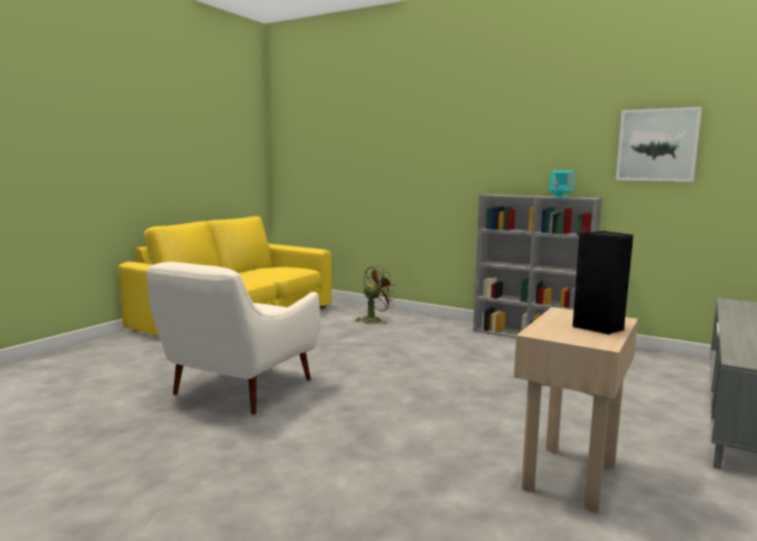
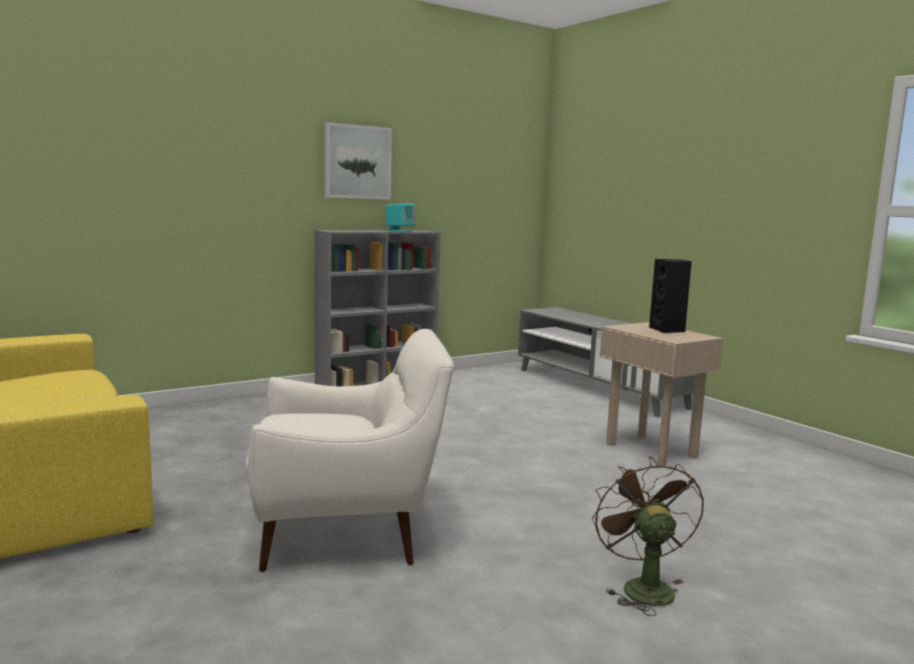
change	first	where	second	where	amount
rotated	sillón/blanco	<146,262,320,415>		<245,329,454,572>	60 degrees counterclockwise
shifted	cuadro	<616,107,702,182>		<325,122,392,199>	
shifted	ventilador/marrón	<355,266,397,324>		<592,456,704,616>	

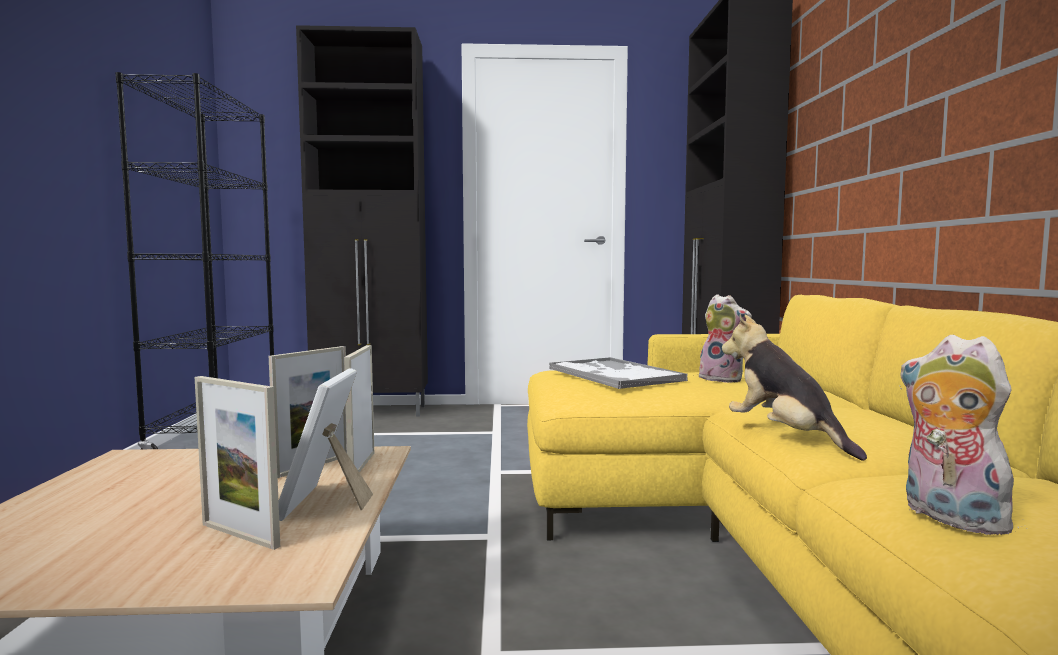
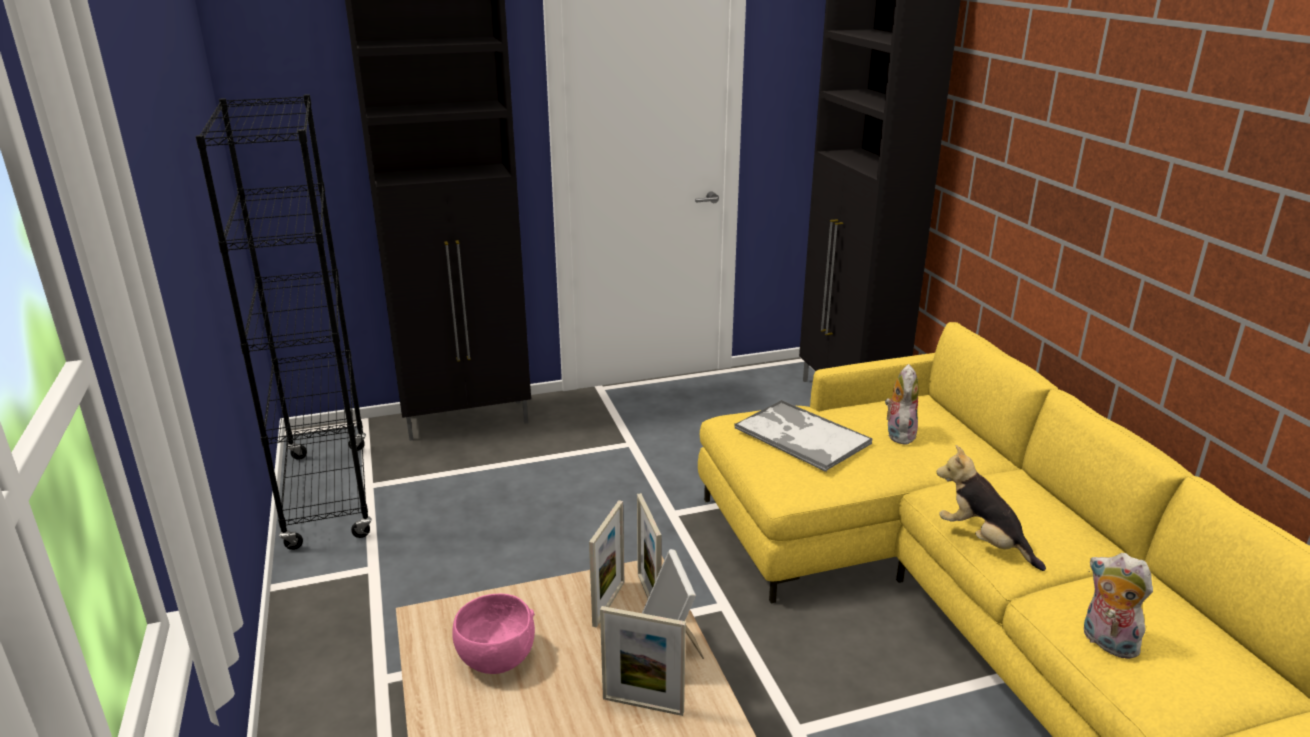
change	first	where	second	where	amount
new			cuenco/rosa	<452,594,535,674>	
rotated	peluche	<695,294,752,383>		<885,364,919,445>	105 degrees counterclockwise

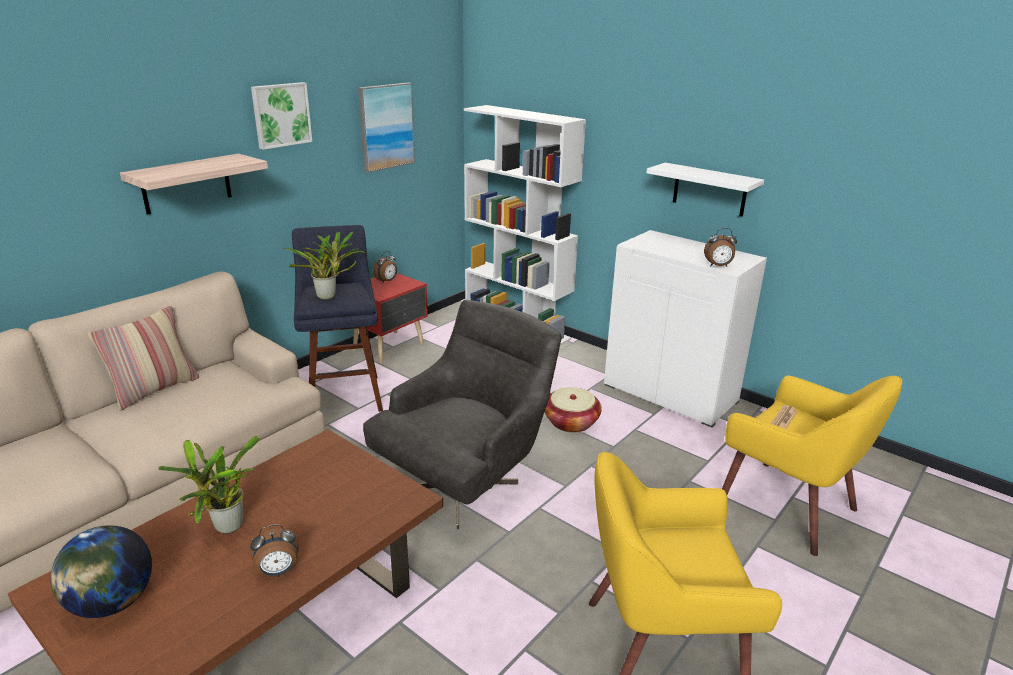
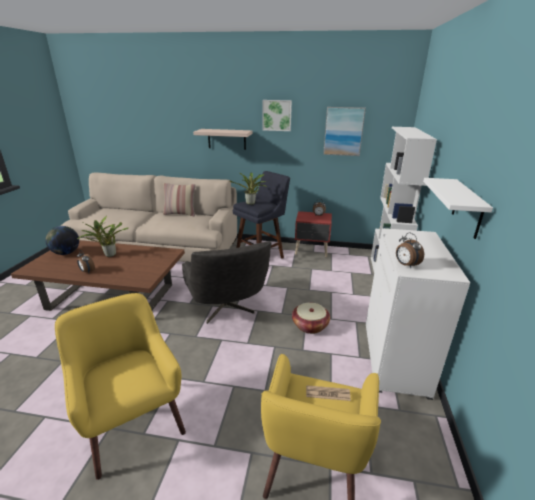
change	first	where	second	where	amount
rotated	sillón/gris	<363,300,561,529>		<182,241,272,324>	60 degrees clockwise

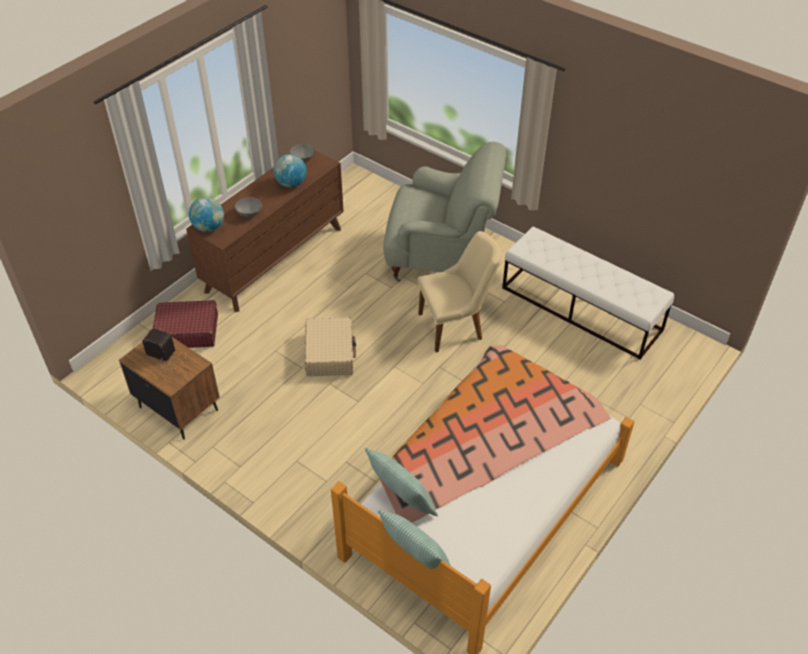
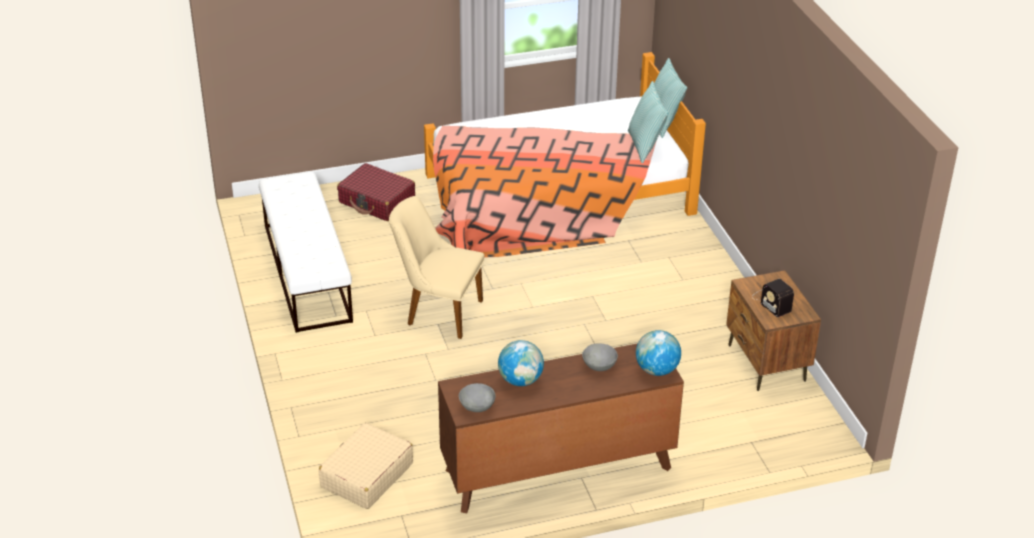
change	first	where	second	where	amount
shifted	maleta/beis	<304,317,356,377>		<319,423,413,509>	
shifted	maleta/rojo	<153,300,218,348>		<337,163,415,221>	
gone	sillón/gris	<383,142,506,282>			

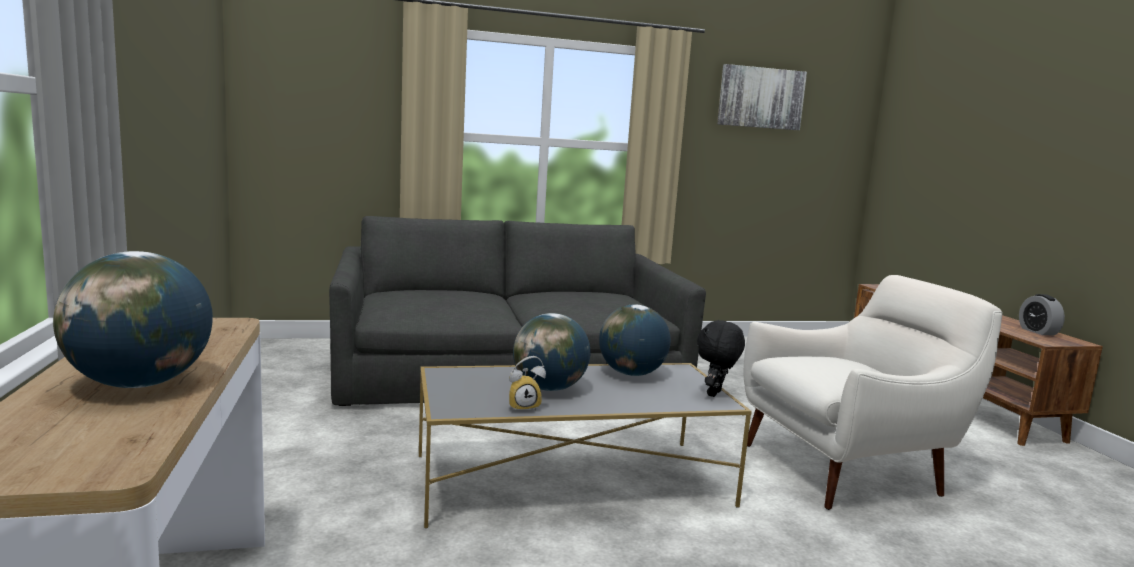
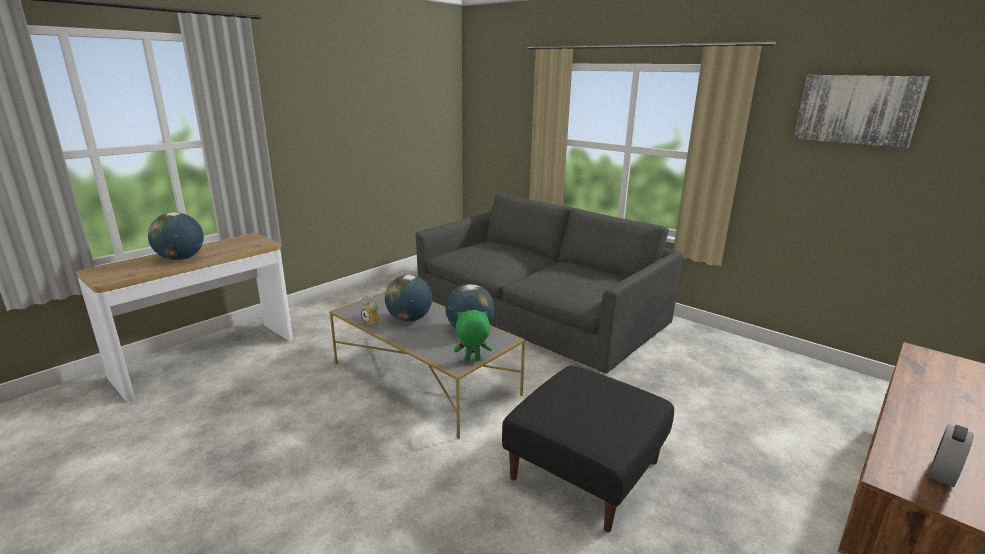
change	first	where	second	where	amount
repainted	peluche/negro	<697,320,745,397>	peluche/verde	<454,310,492,361>	
swapped	sillón/blanco	<744,275,1003,510>	puf/negro	<502,366,674,532>	

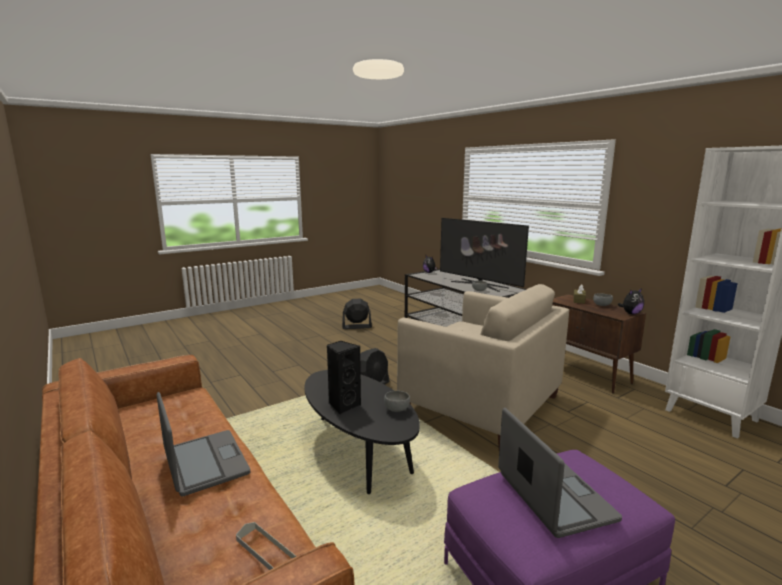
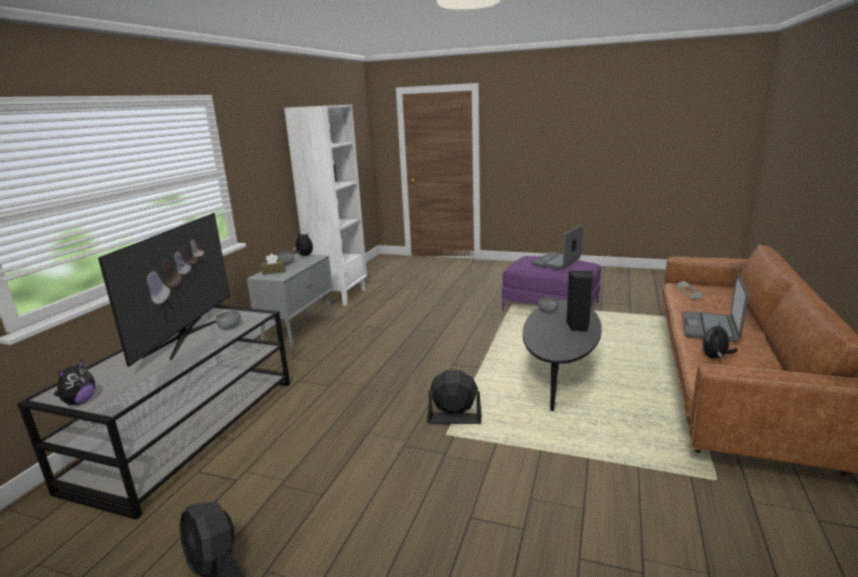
change	first	where	second	where	amount
repainted	armario/marrón	<552,294,646,394>	armario/gris	<247,254,334,354>	
new			peluche	<702,321,738,359>	
gone	sillón/beis	<397,284,569,449>			

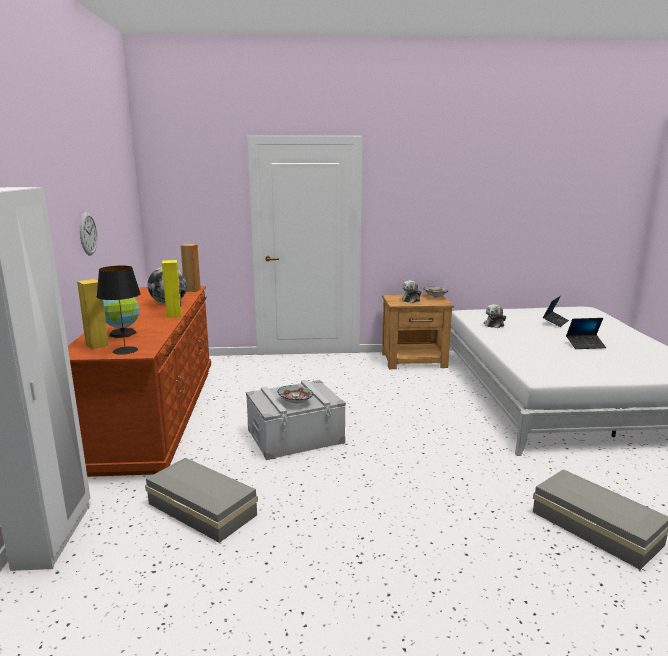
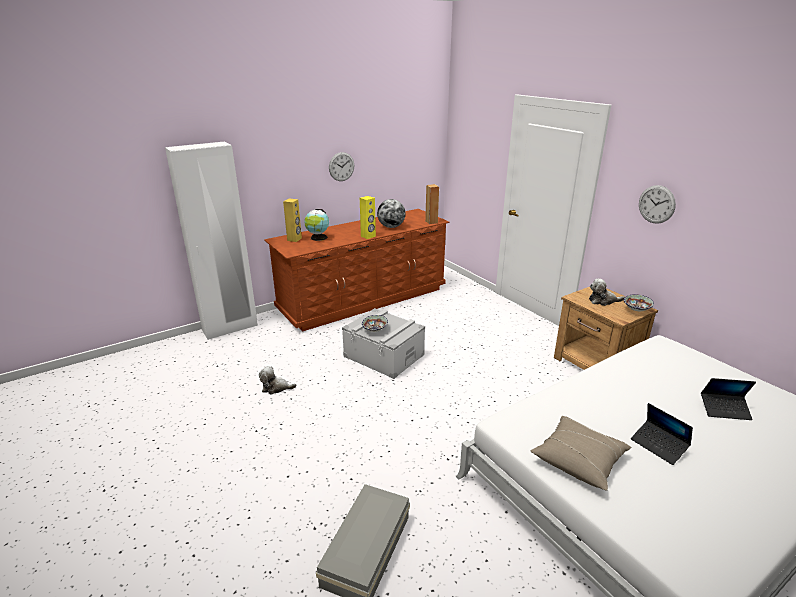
change	first	where	second	where	amount
shifted	peluche	<484,304,506,328>		<259,366,296,395>	
new			cojín/beis	<531,416,631,491>	
new			reloj de pared	<639,185,676,224>	
gone	lámpara de mesa/negro	<97,266,141,355>			
gone	caja de almacenaje/gris	<145,458,258,543>			

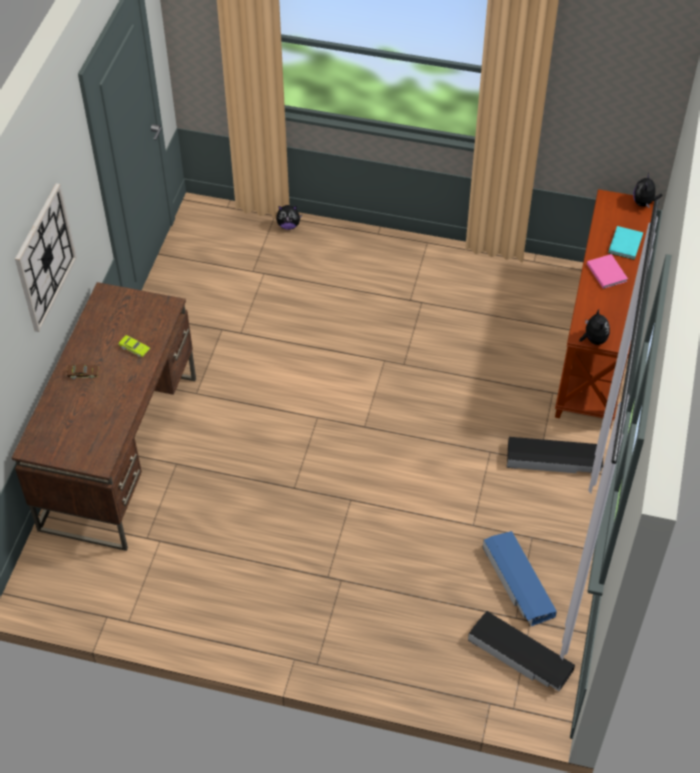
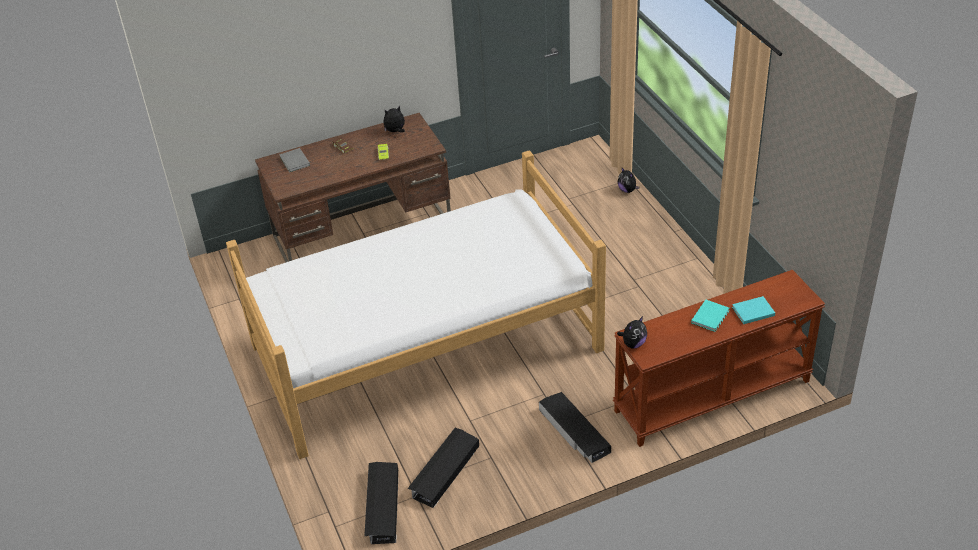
change	first	where	second	where	amount
new			cama	<226,150,606,459>	
new			libro/gris	<279,148,310,173>	
shifted	peluche	<633,173,662,209>		<384,106,405,132>	
repainted	caja de almacenaje/azul	<482,531,557,626>	caja de almacenaje/negro	<407,428,479,508>	
repainted	libro/rosa	<587,254,628,289>	libro/turquesa	<691,300,729,332>	
gone	reloj de pared	<15,183,77,332>			

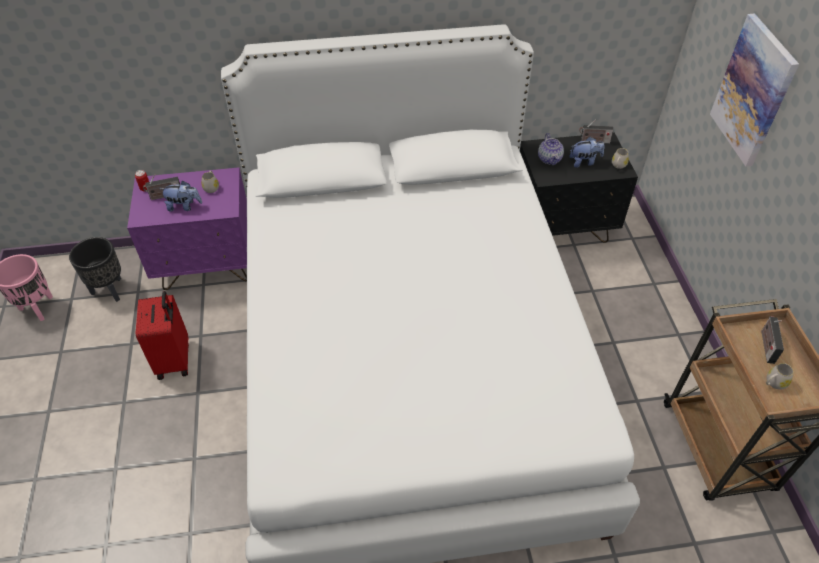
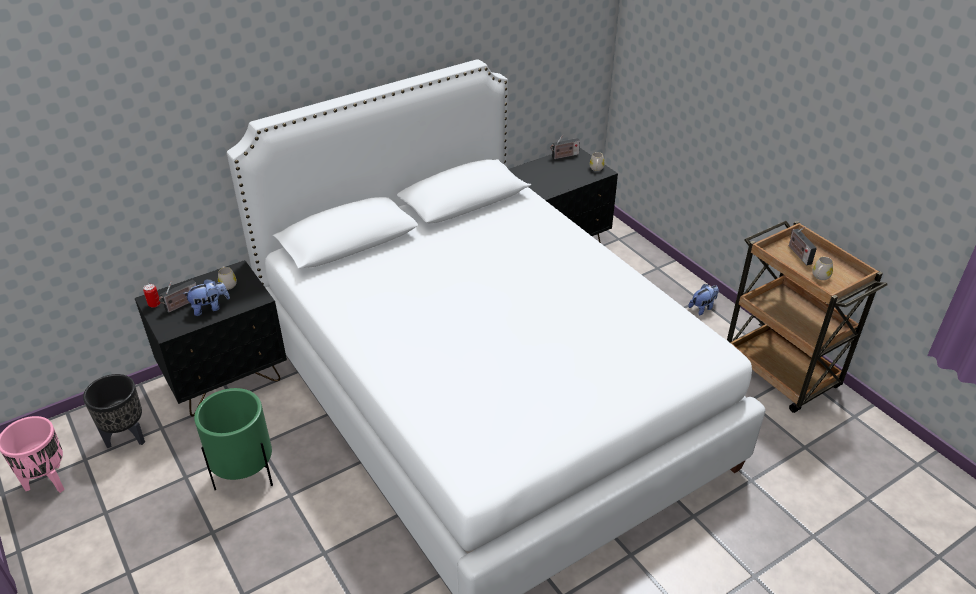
change	first	where	second	where	amount
repainted	mesita de noche/morado	<127,167,247,290>	mesita de noche/negro	<135,260,287,416>	
swapped	maleta/rojo	<136,291,189,380>	maceta/verde	<194,388,273,490>	
shifted	peluche	<569,137,605,168>		<688,284,719,315>	
gone	tetera	<538,133,564,165>			
gone	cuadro	<710,13,799,166>			

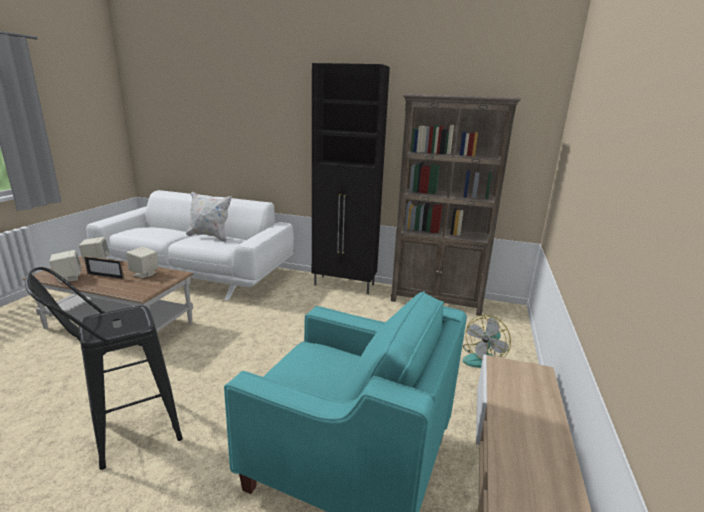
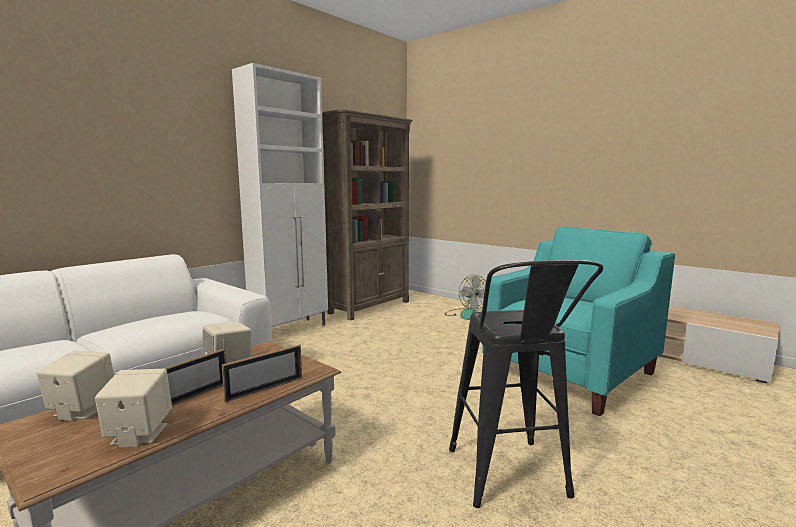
change	first	where	second	where	amount
new			portarretratos	<222,345,302,403>	
repainted	armario/negro	<312,63,390,294>	armario/blanco	<232,63,328,326>	
gone	cojín/blanco	<186,192,232,242>			

